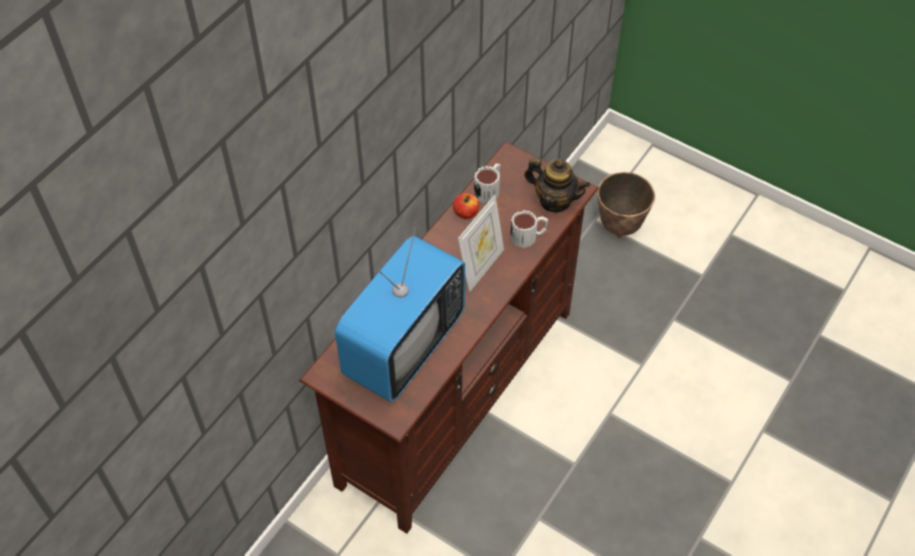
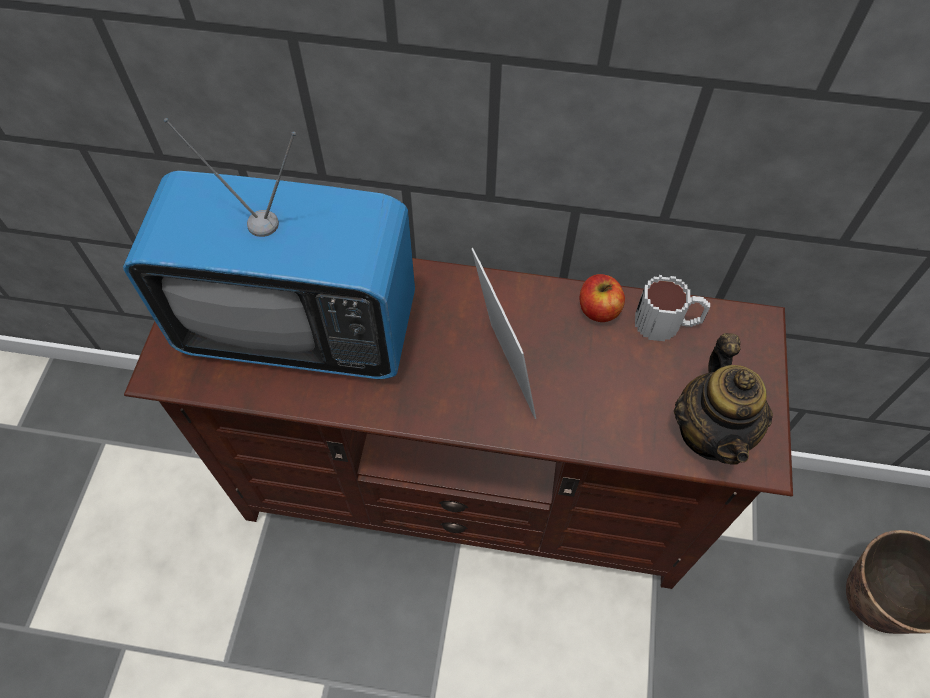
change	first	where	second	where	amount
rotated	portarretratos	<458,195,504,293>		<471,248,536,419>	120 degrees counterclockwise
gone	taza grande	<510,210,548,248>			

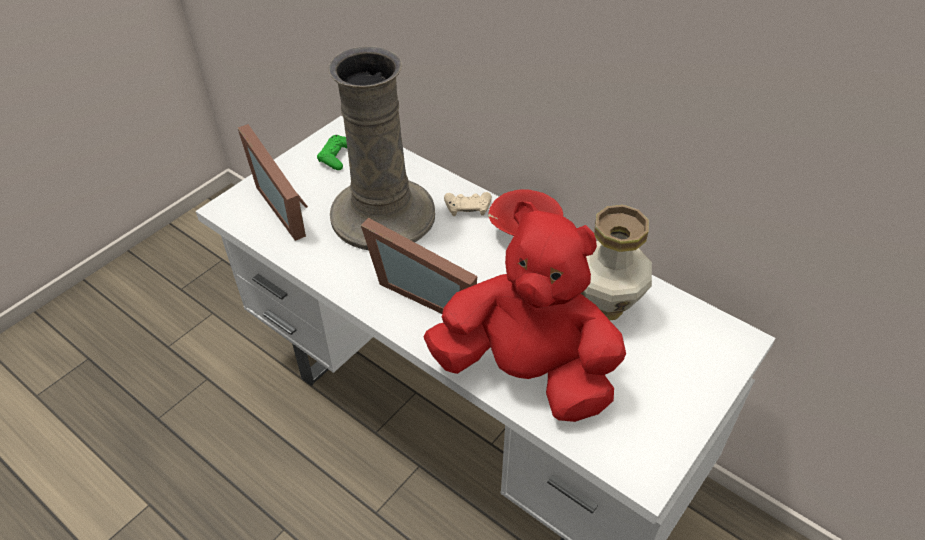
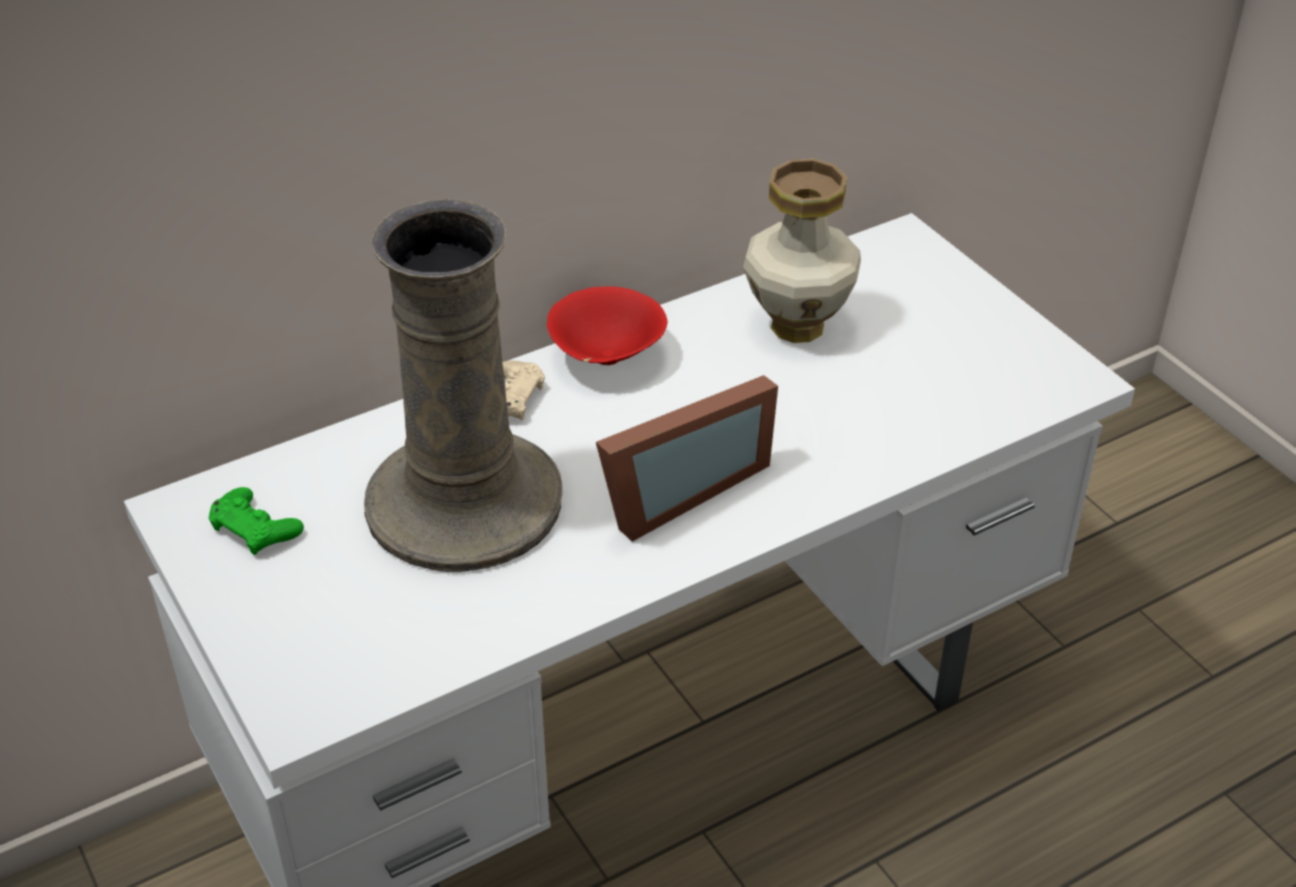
change	first	where	second	where	amount
gone	portarretratos	<238,124,308,241>			
gone	peluche/rojo	<423,202,626,422>			

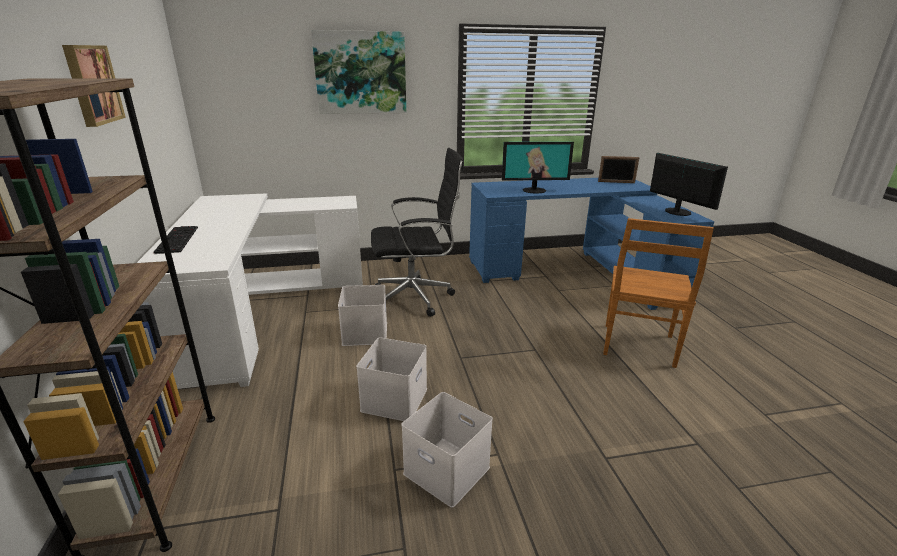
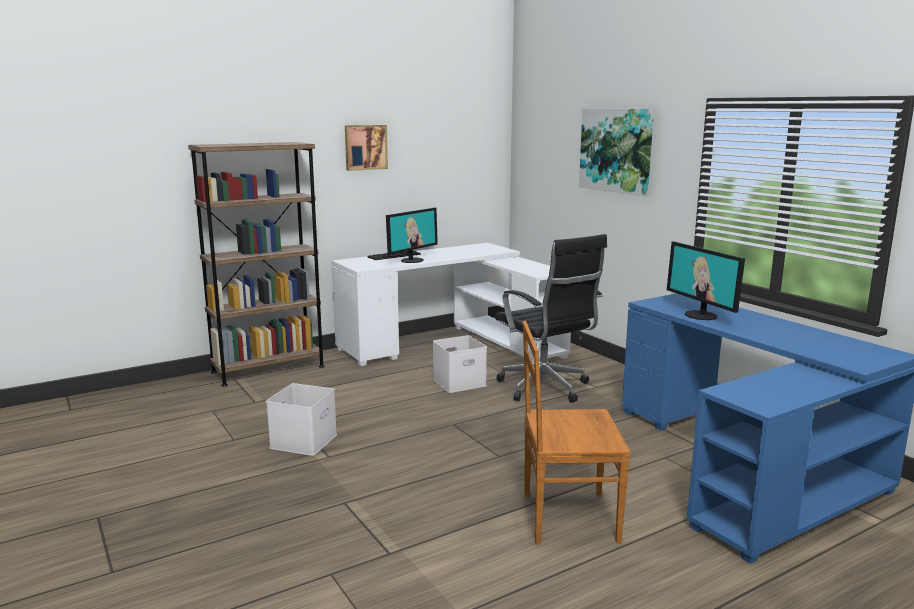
change	first	where	second	where	amount
shifted	monitor	<650,153,728,216>		<386,207,438,263>	
gone	caja de almacenaje/blanco	<356,337,427,421>			
gone	portarretratos	<598,156,640,183>			

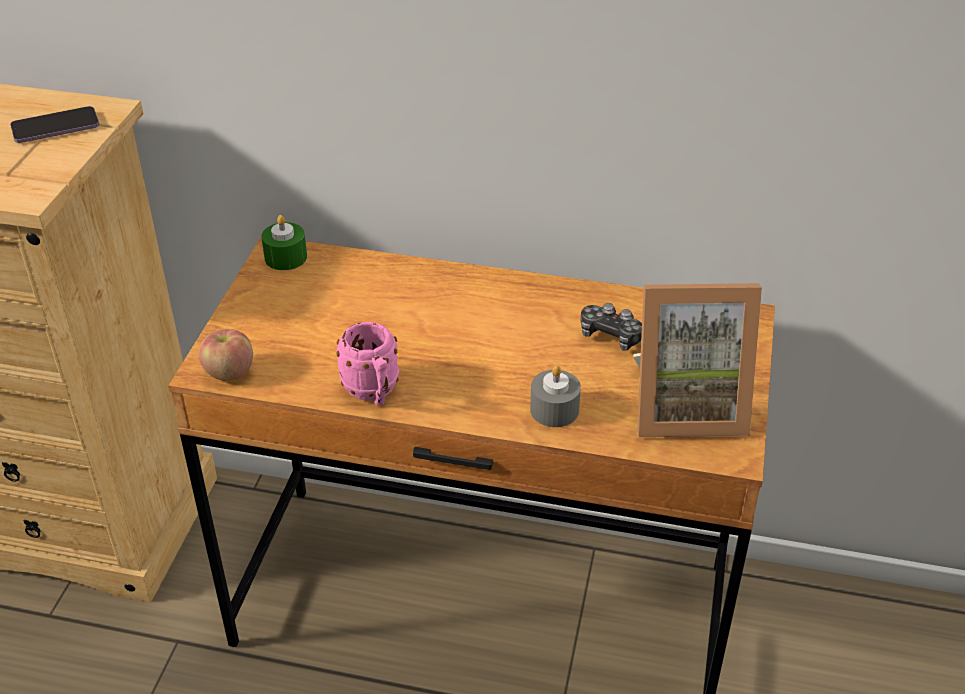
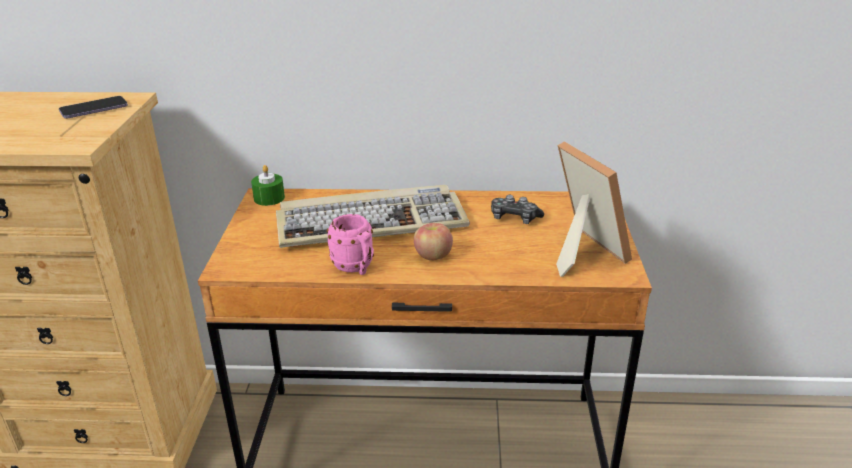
change	first	where	second	where	amount
new			teclado	<276,185,470,248>	
shifted	manzana	<199,329,253,381>		<414,223,453,260>	
rotated	portarretratos	<633,283,762,437>		<556,141,632,277>	105 degrees counterclockwise
gone	vela/gris	<530,365,581,427>			

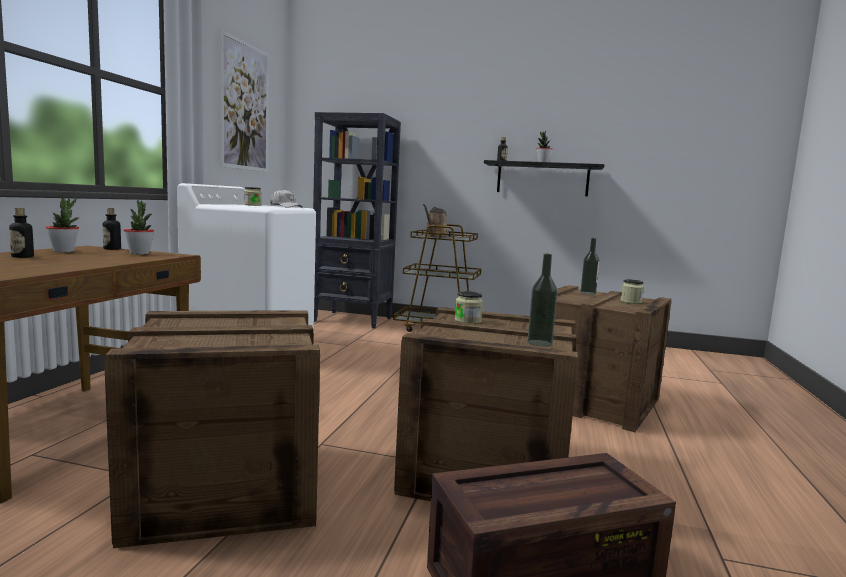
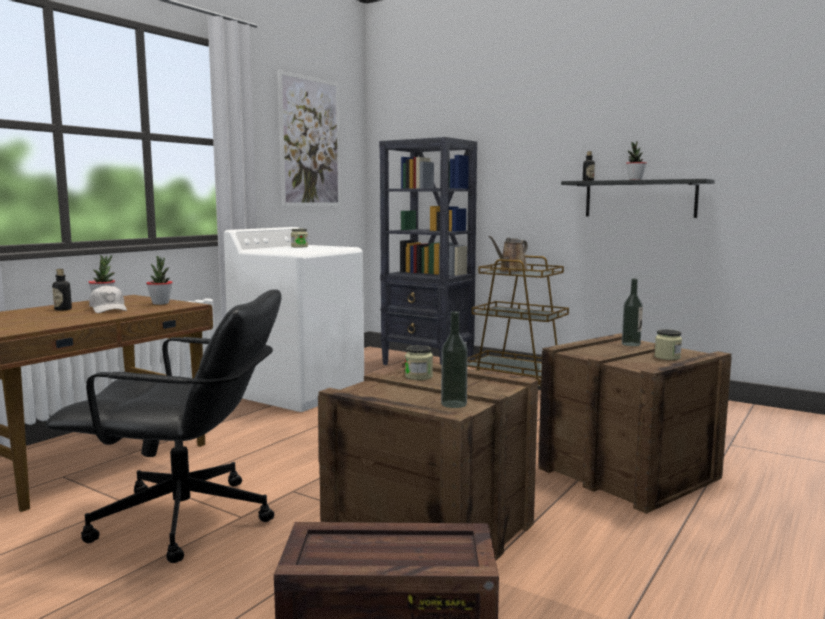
change	first	where	second	where	amount
swapped	caja de embalaje	<104,310,320,548>	silla de oficina/negro	<46,289,282,563>	
shifted	gorra/blanco	<270,189,303,208>		<89,285,127,313>	
gone	botella	<102,208,121,250>			

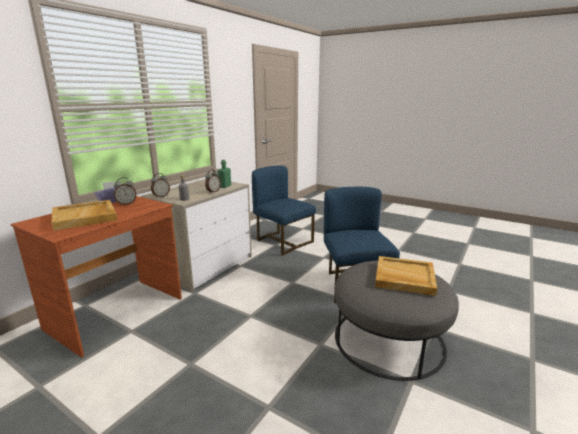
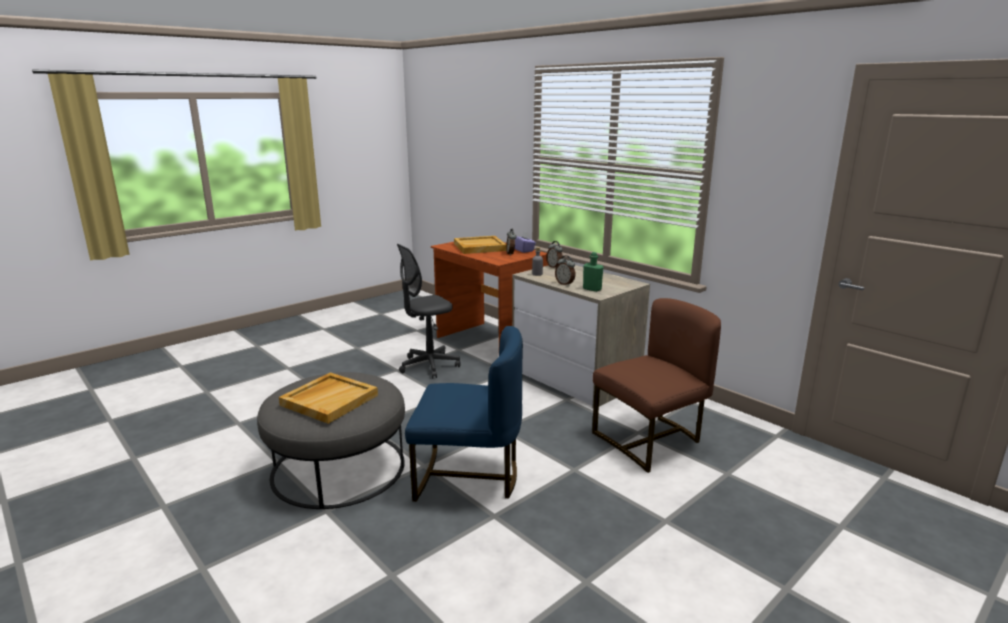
change	first	where	second	where	amount
new			silla de oficina/gris	<397,244,461,378>	
repainted	silla/azul	<252,165,316,256>	silla/marrón	<592,298,721,473>	

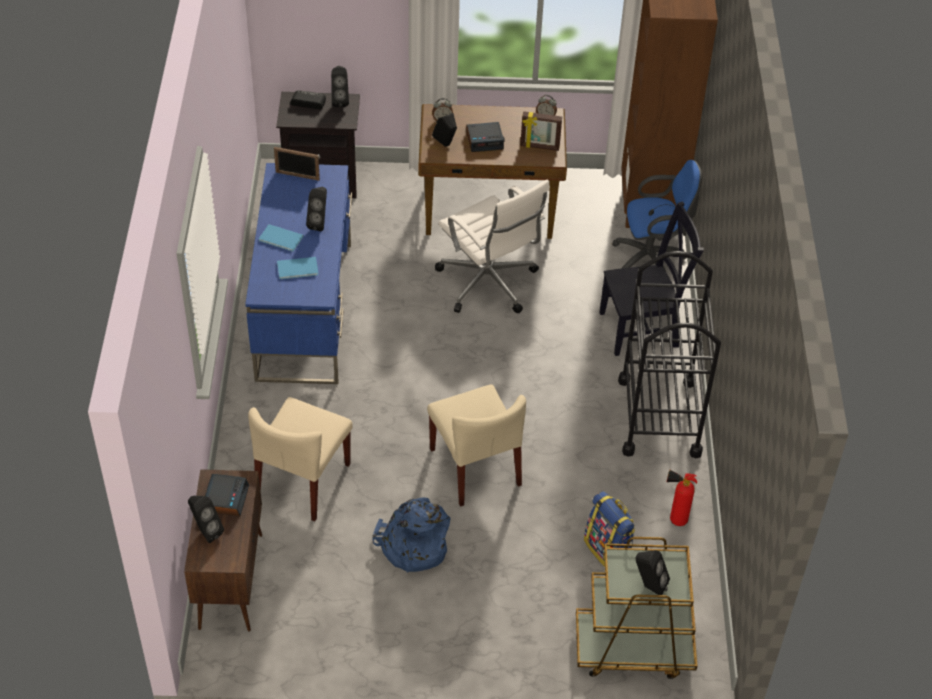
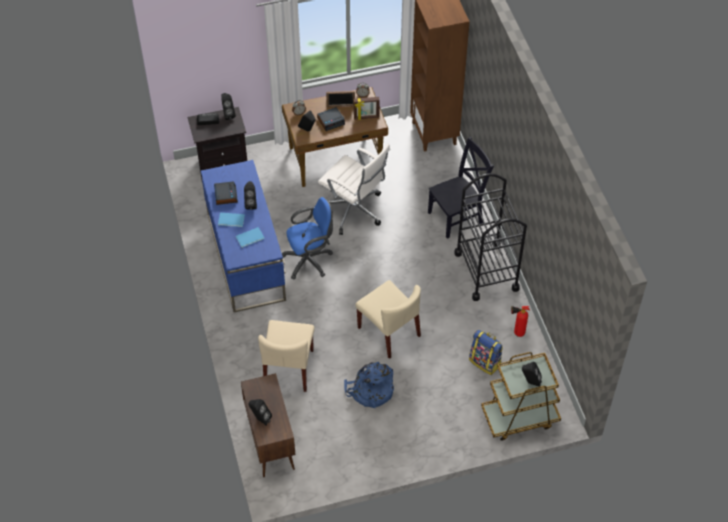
change	first	where	second	where	amount
shifted	despertador	<205,474,249,517>		<214,181,238,205>	
shifted	silla de oficina/azul	<612,160,703,272>		<282,197,333,279>	
shifted	portarretratos	<274,147,320,181>		<326,91,355,107>	

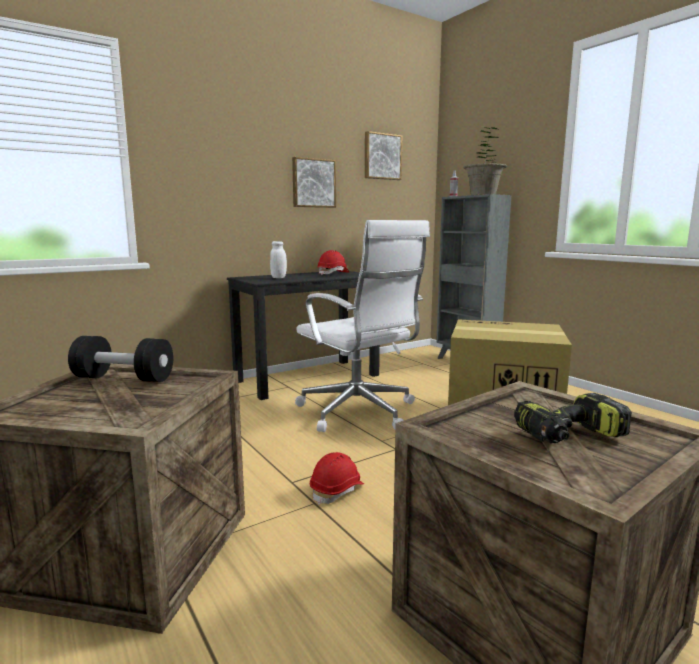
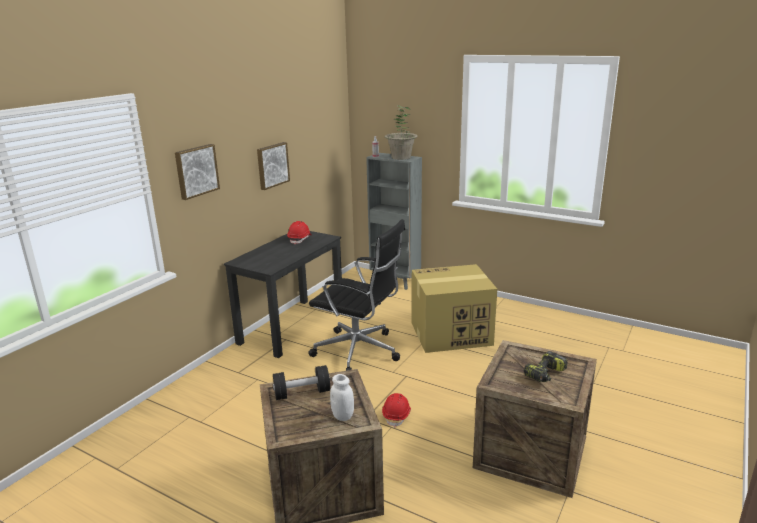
change	first	where	second	where	amount
shifted	cuadro	<365,131,402,180>		<175,144,220,200>	
repainted	silla de oficina/blanco	<295,220,430,432>	silla de oficina/negro	<308,219,405,371>	
shifted	tarro/blanco	<270,241,287,278>		<330,374,354,421>	

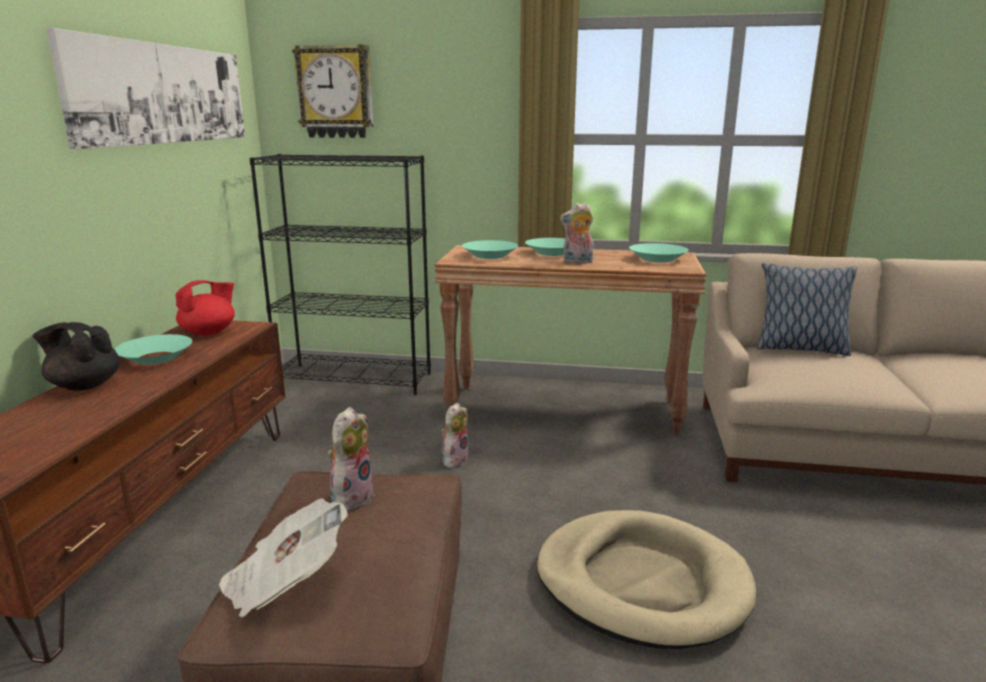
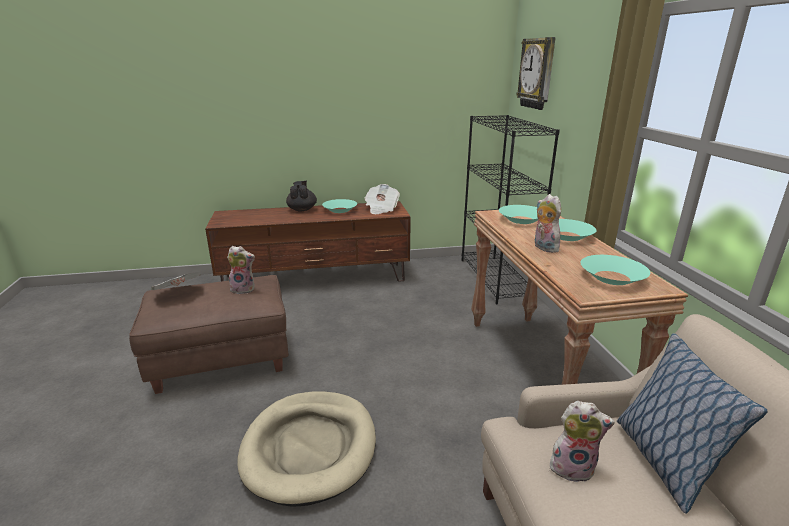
change	first	where	second	where	amount
swapped	tetera/rojo	<175,280,235,335>	periódico	<364,184,400,214>	
shifted	peluche	<442,403,469,468>		<549,401,615,482>	
gone	cuadro	<46,28,245,150>			

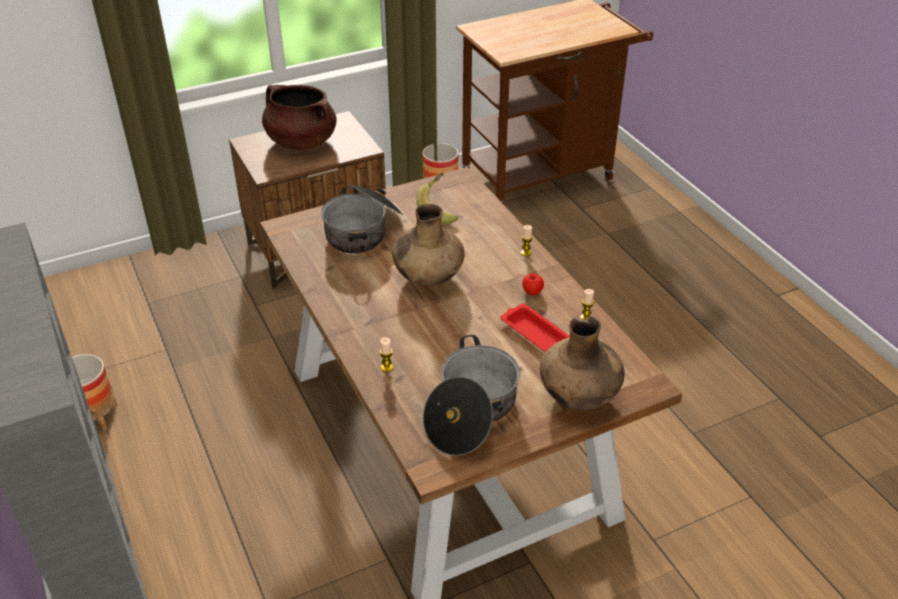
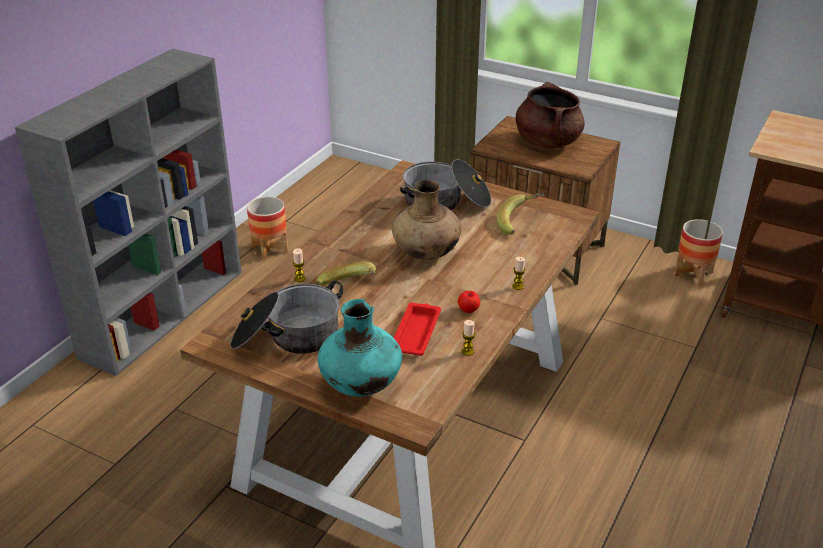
change	first	where	second	where	amount
new			plátano	<316,262,376,285>	
repainted	florero/marrón	<540,316,625,410>	florero/turquesa	<318,299,402,396>	

